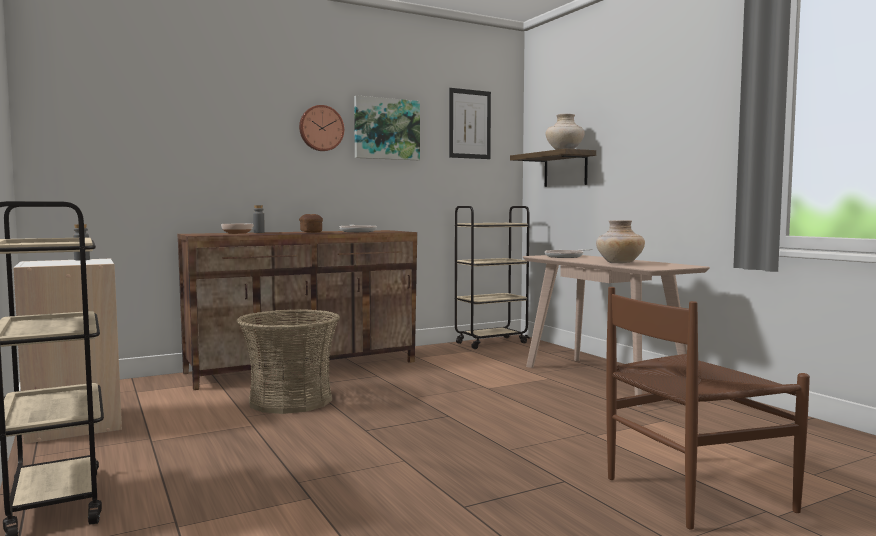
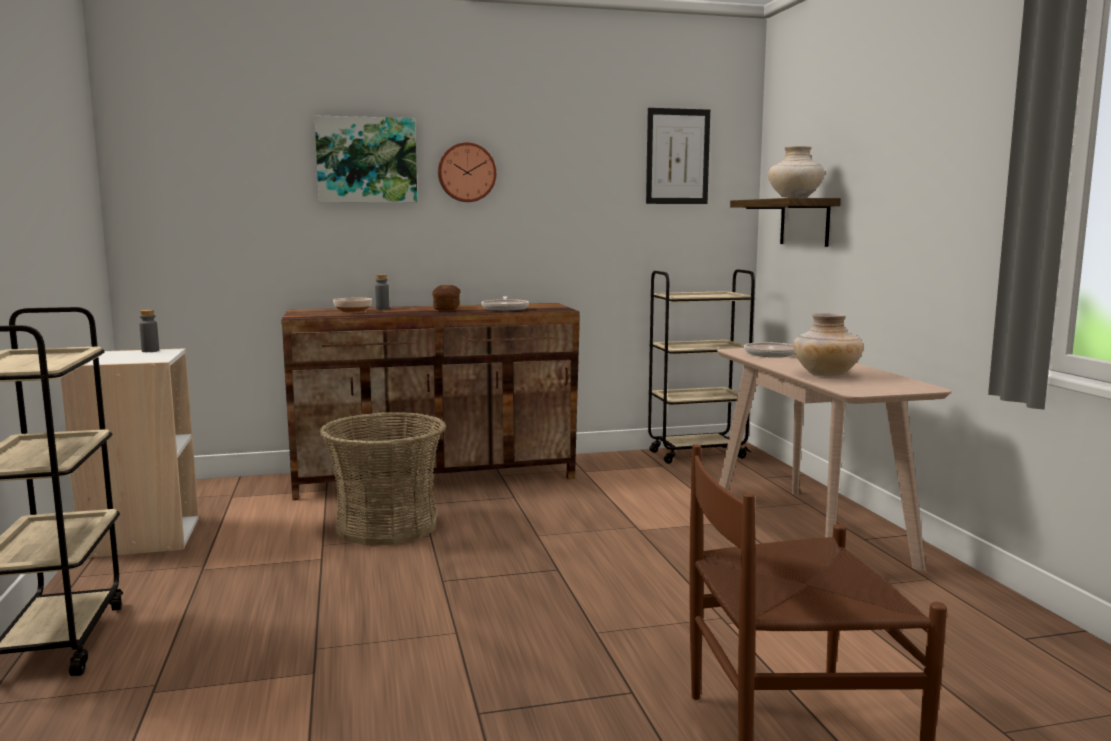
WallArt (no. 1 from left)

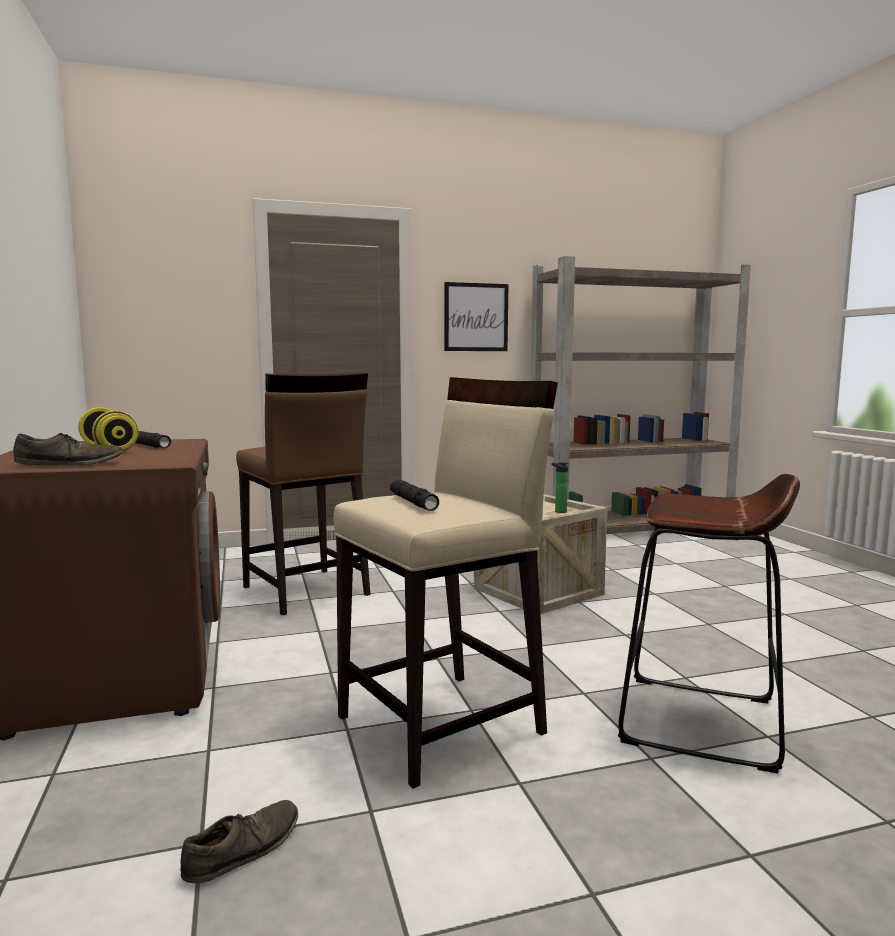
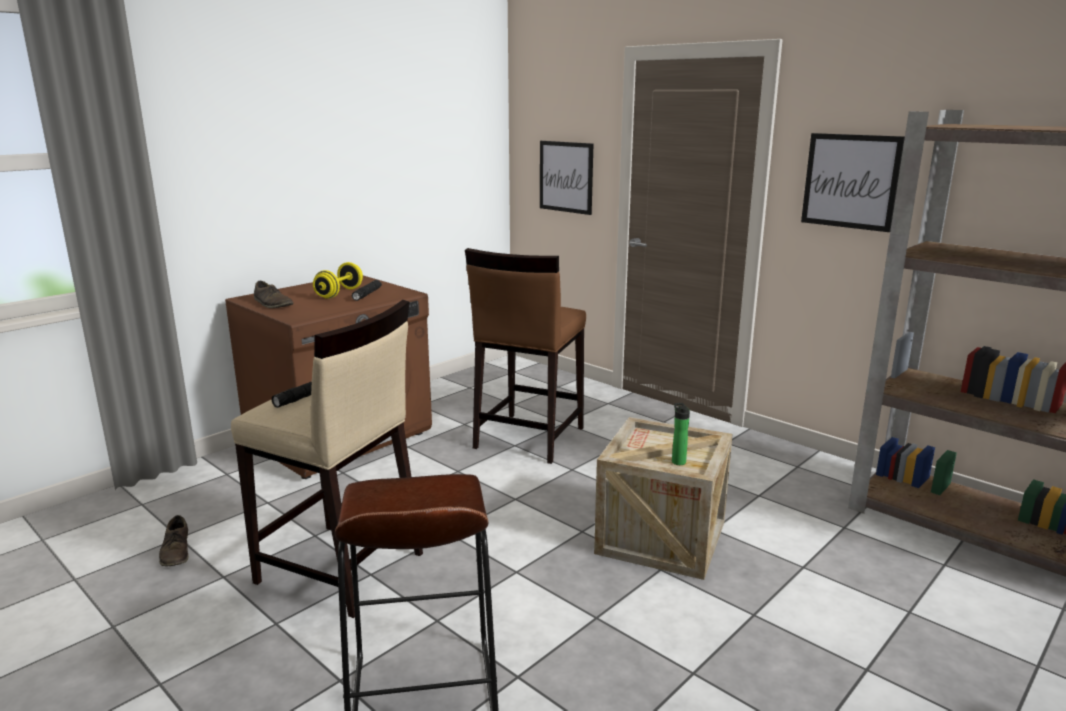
BrownItemOfFootwear (no. 1 from left)
WallArt (no. 1 from left)

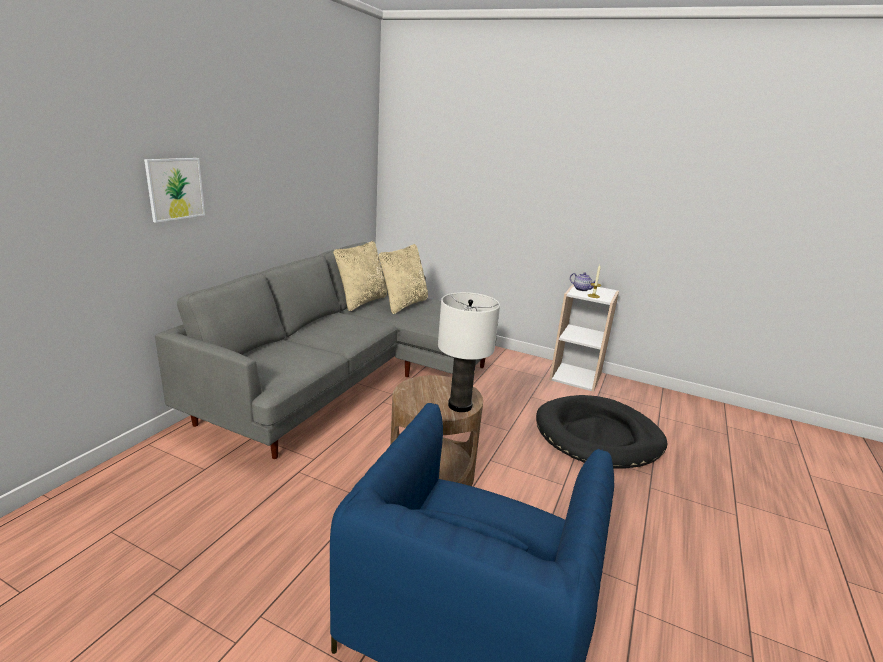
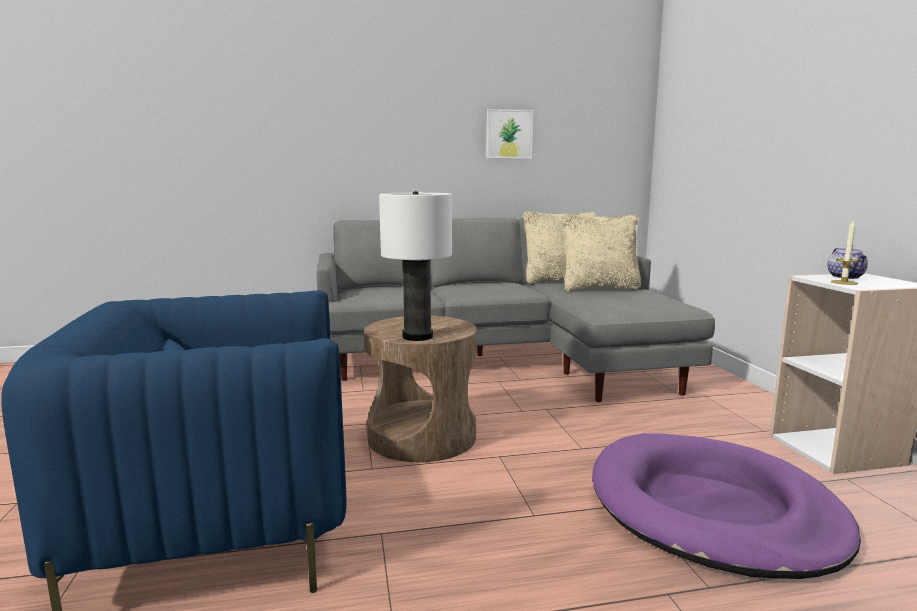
WallArt
PurplishDogCushion

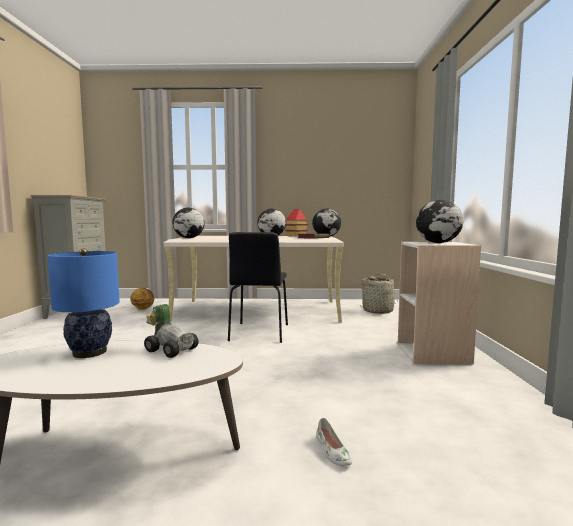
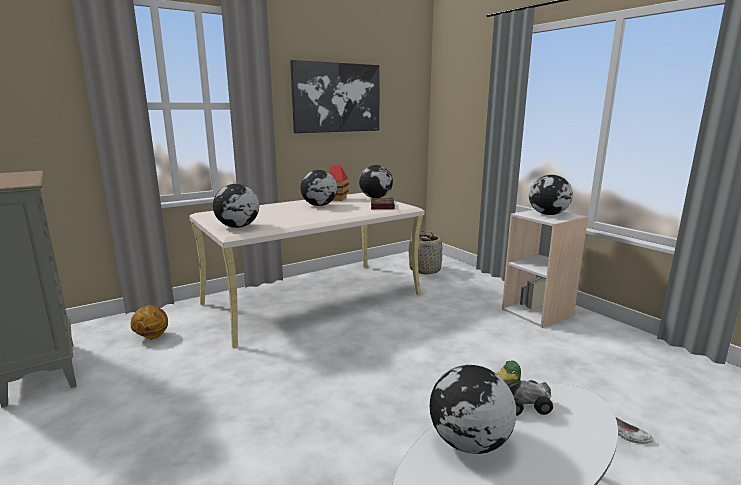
WorldGlobe (no. 4 from left)
BlackUprightChair
WallArt

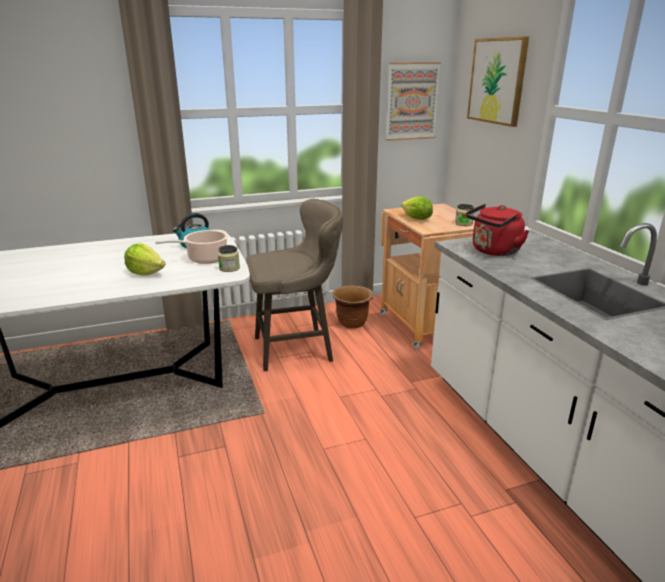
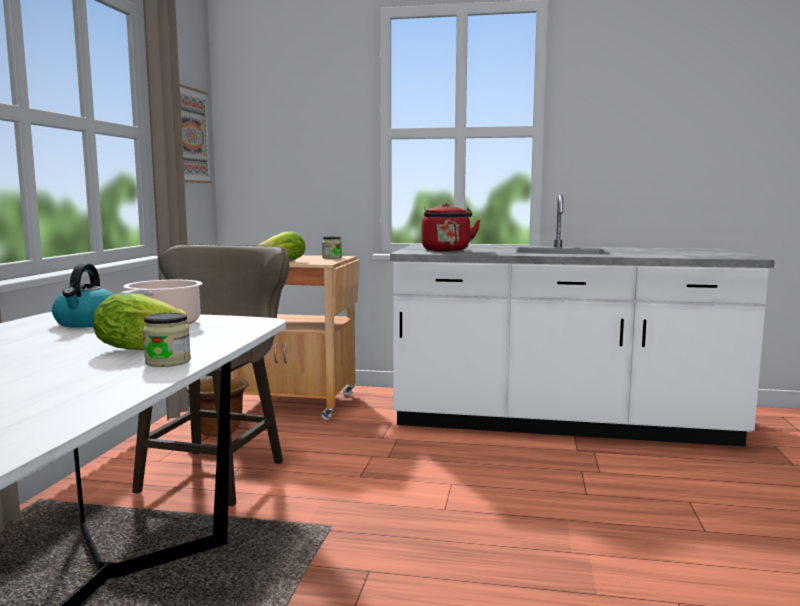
StorageJar (no. 1 from left)
WallArt (no. 2 from left in the first image)

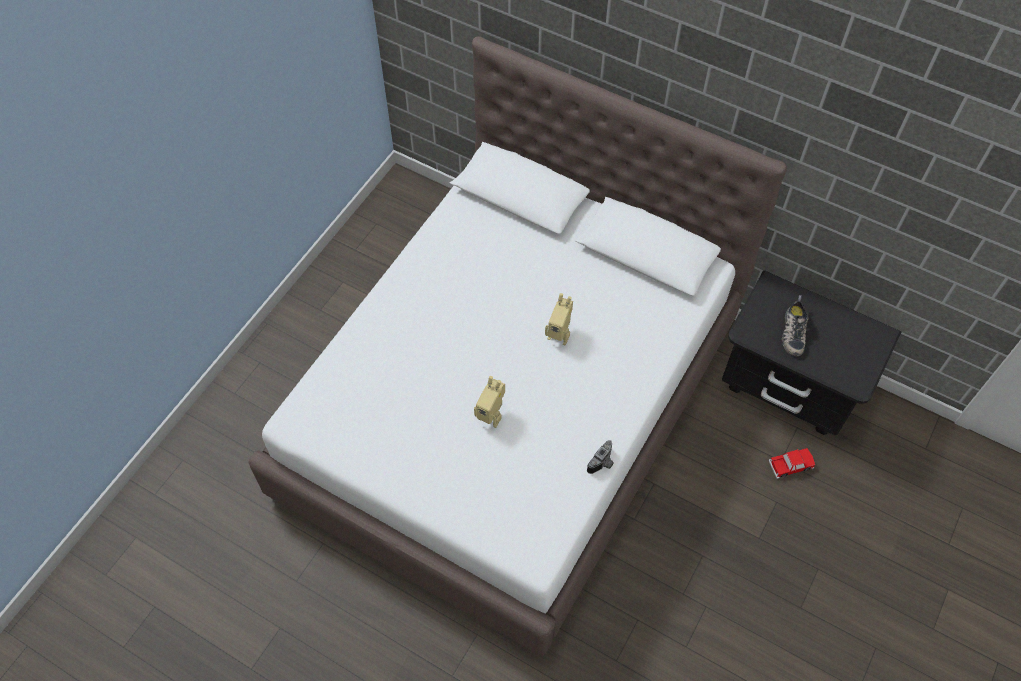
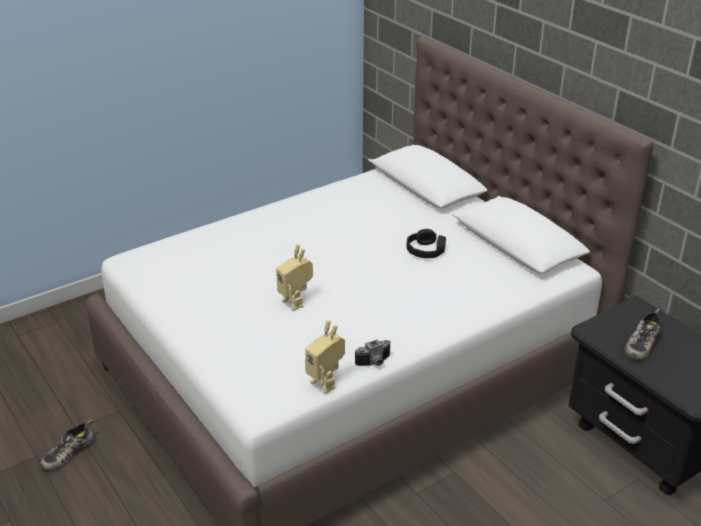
RobotFigure (no. 2 from left)
ModelCar
ItemOfFootwear (no. 1 from left)
BlackPairOfHeadphones

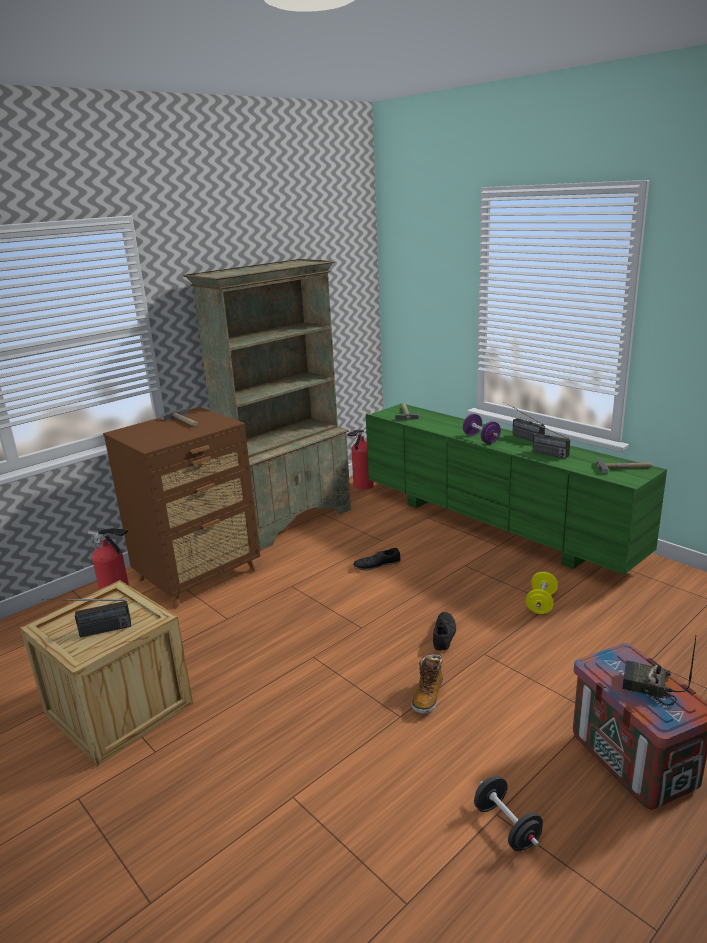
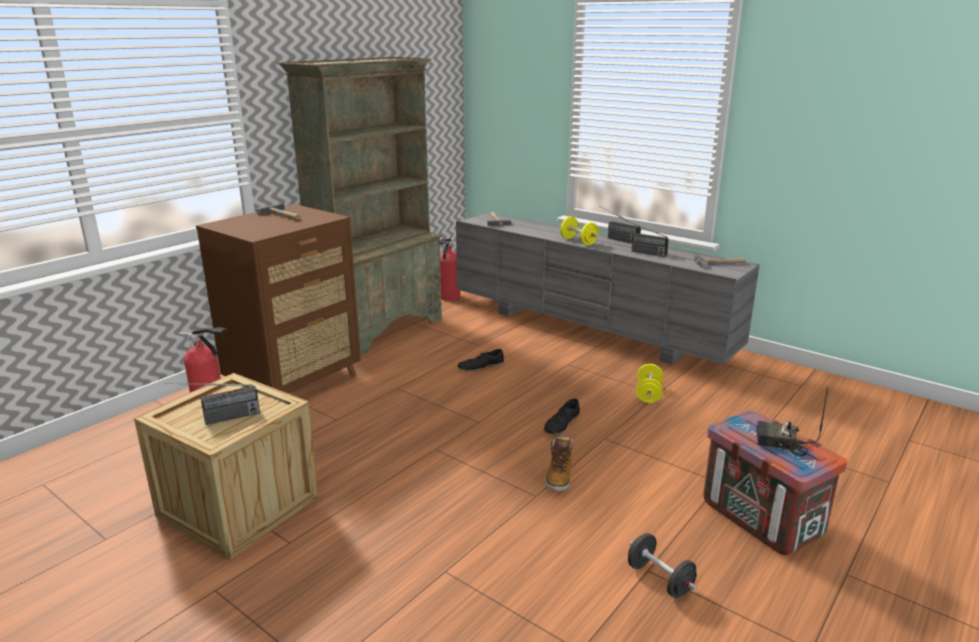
GreyishCupboard
BlackItemOfFootwear (no. 2 from left)
YellowHandWeight (no. 1 from left)

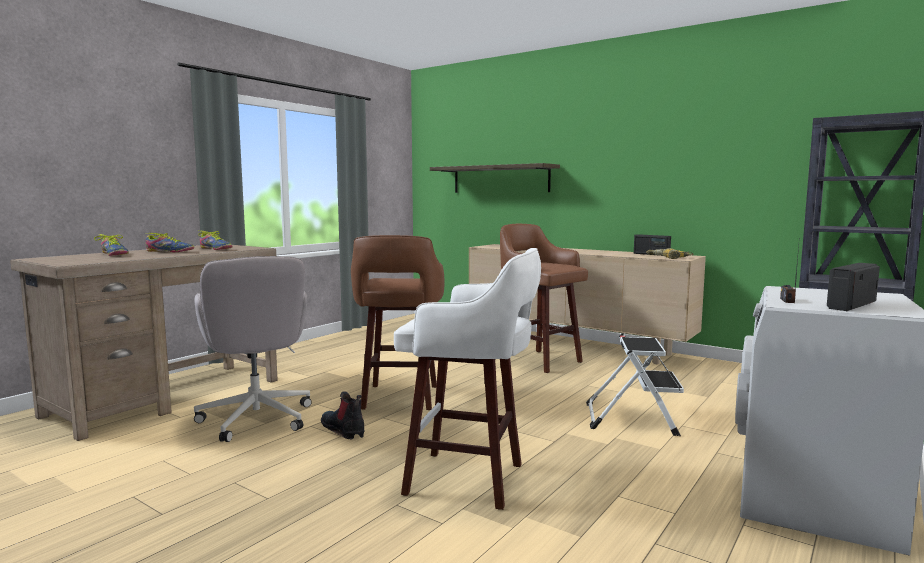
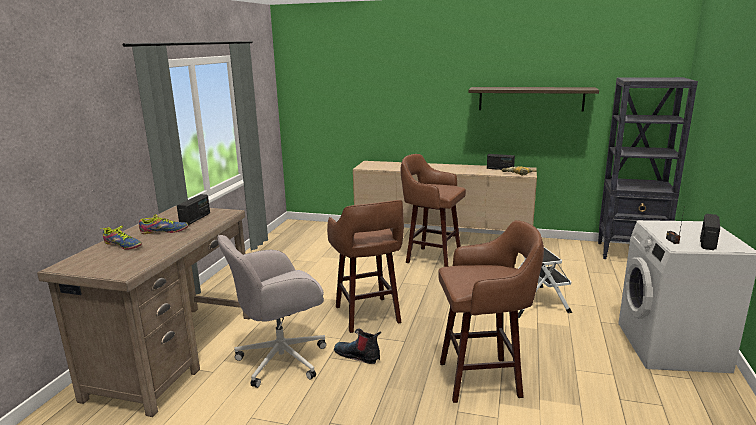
GreyishDeskChair
RadioSet (no. 1 from left)
BrownStool (no. 3 from left)
Shelf

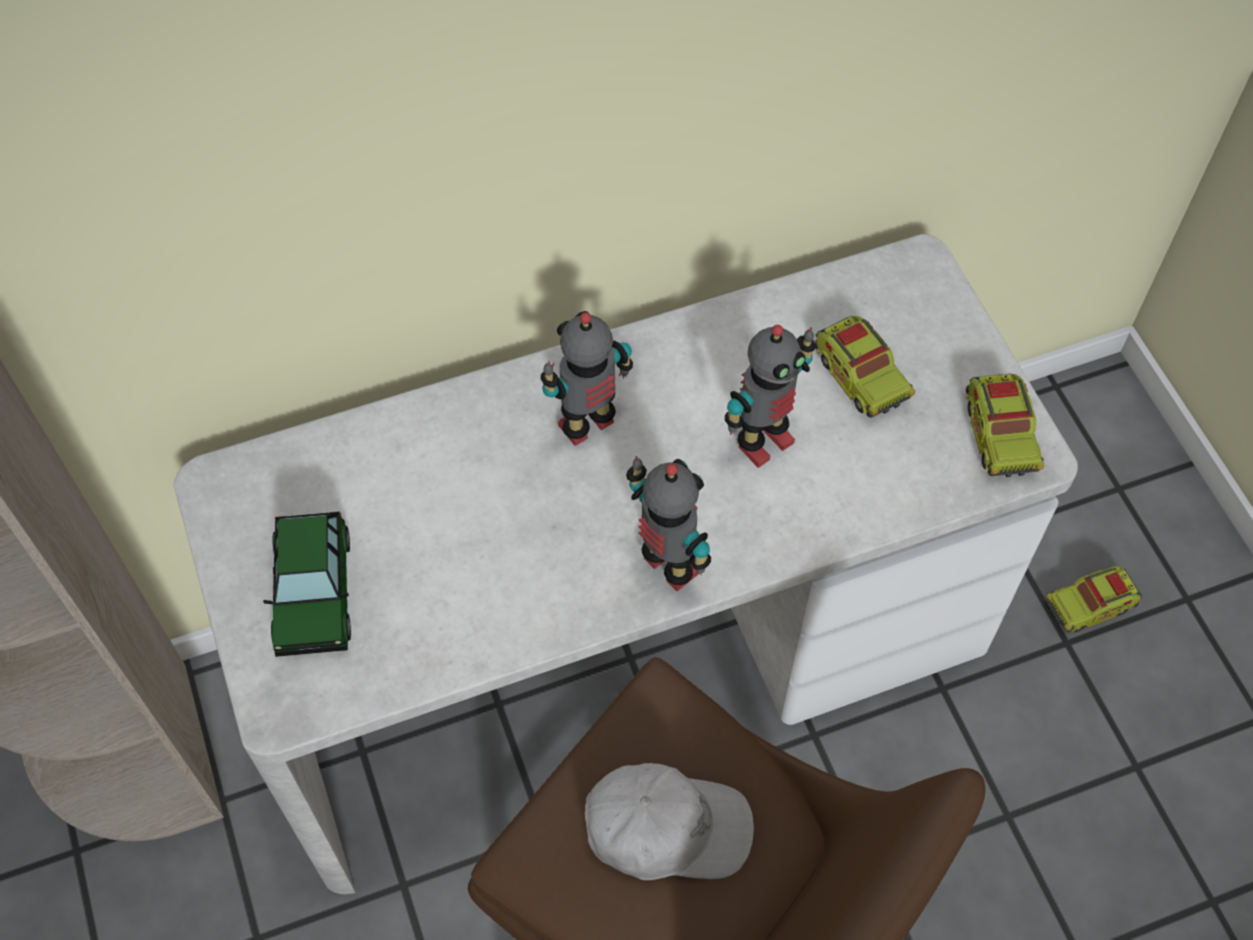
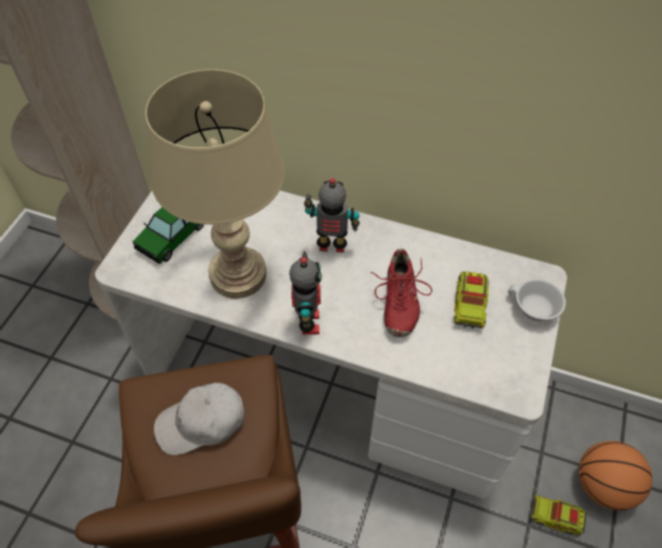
WhitishCap
ReddishItemOfFootwear
ModelTruck (no. 2 from left in the first image)
BeigeColouredTabletopLamp
WhitishDrinkingCup
Basketball

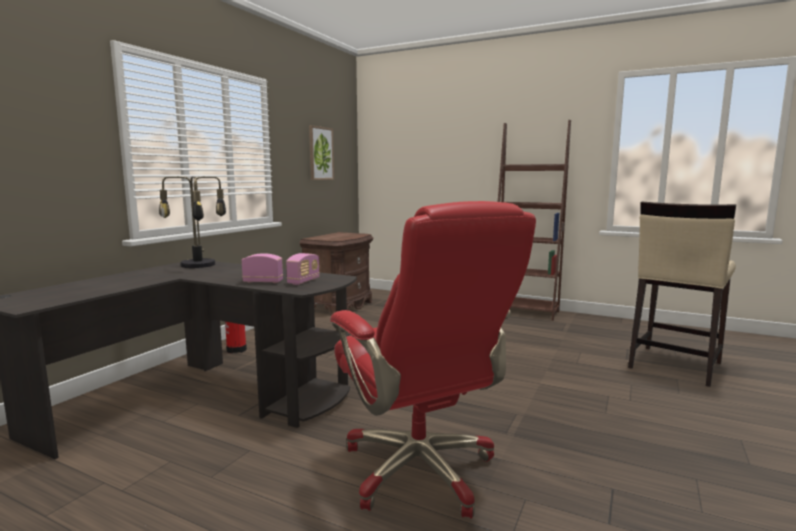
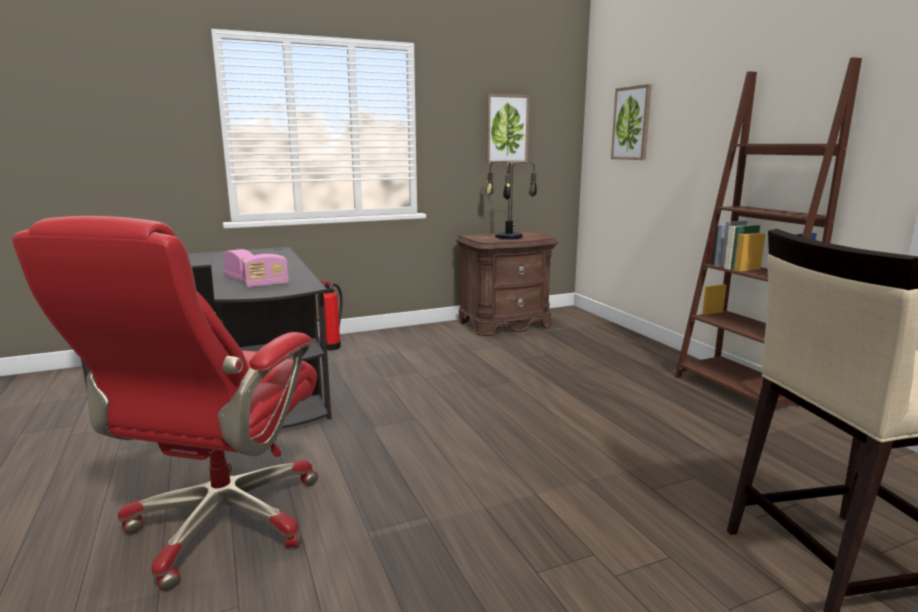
TabletopLamp
WallArt (no. 2 from left)

